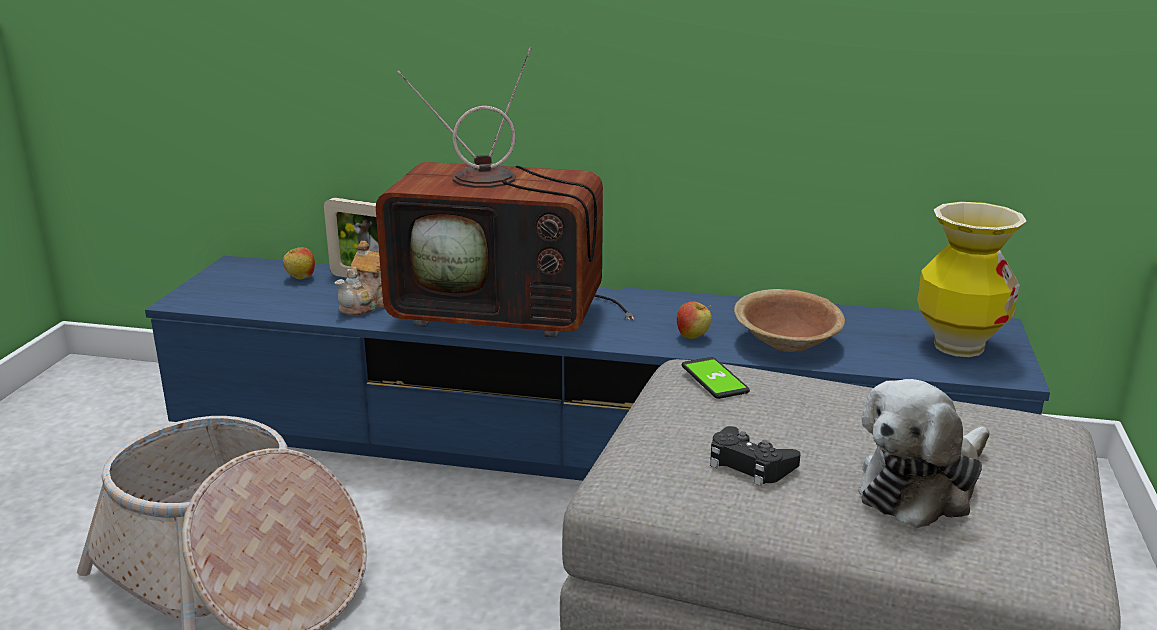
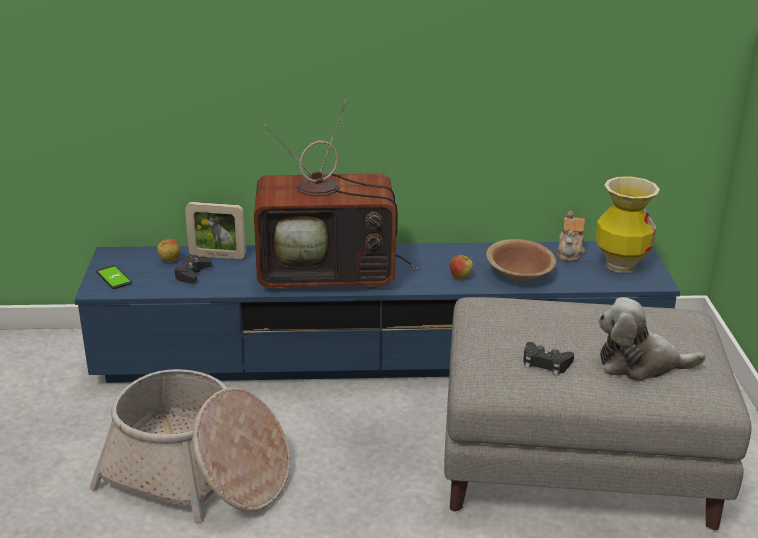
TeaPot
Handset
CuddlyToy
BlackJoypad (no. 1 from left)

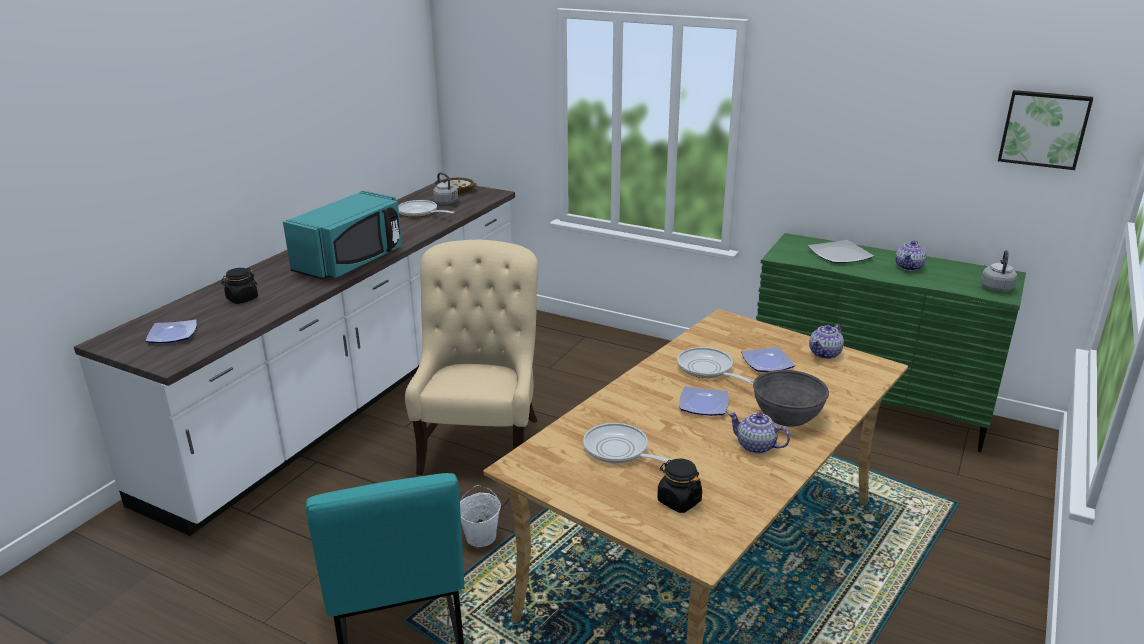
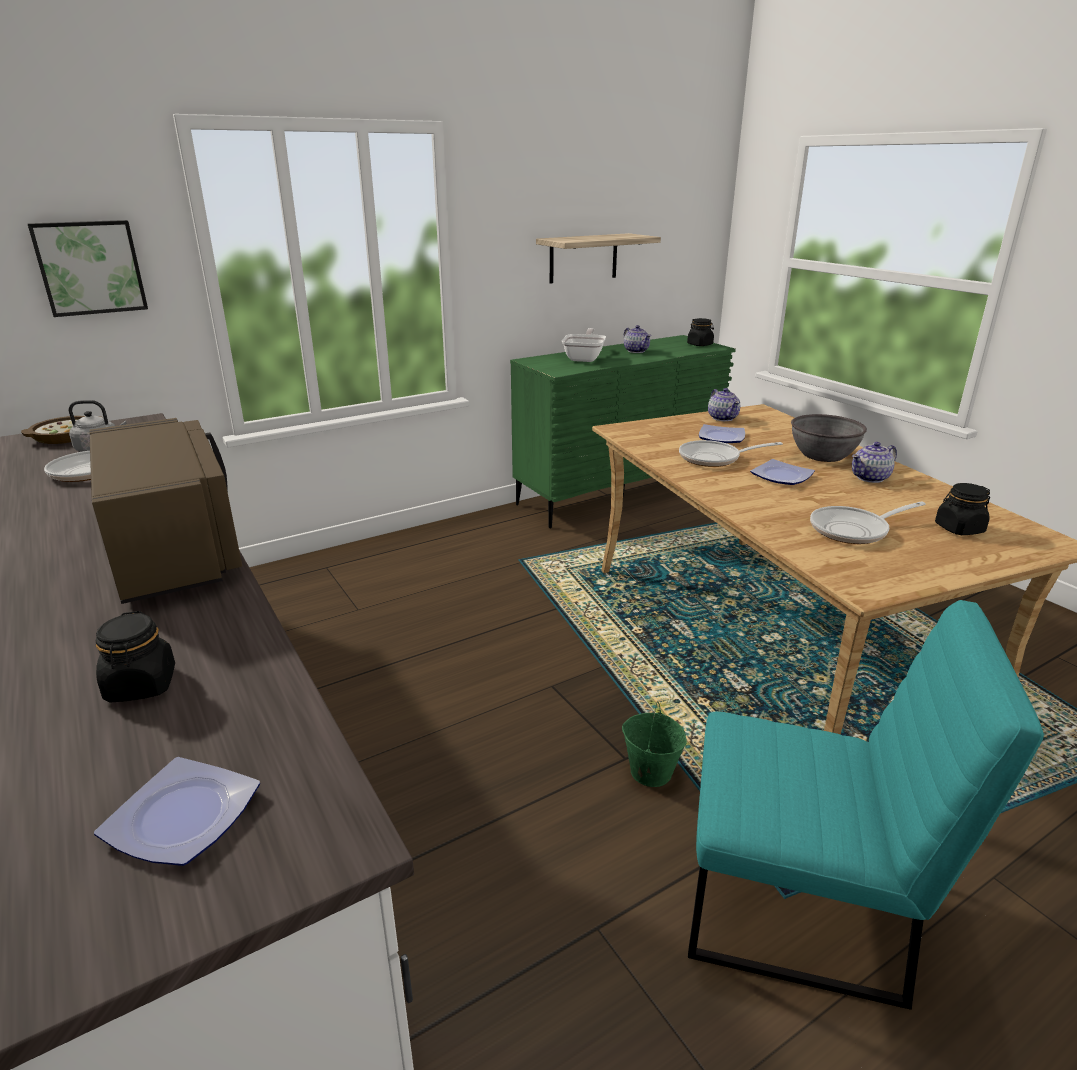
BrownKitchenMicrowave
BeigeColouredUprightChair
GreenishPail
Pan (no. 2 from left)
BlackStorageJar (no. 2 from left)
WallArt
Shelf

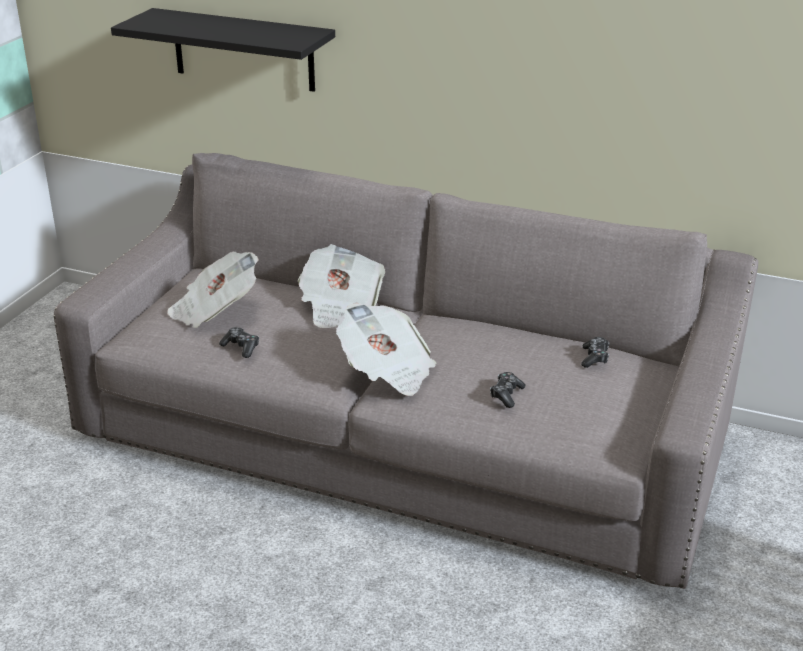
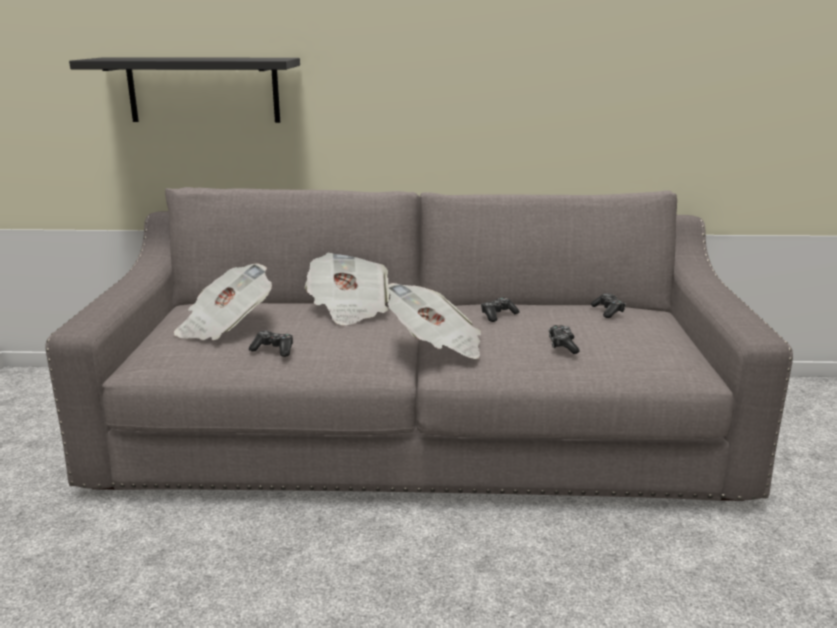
Joypad (no. 2 from left)

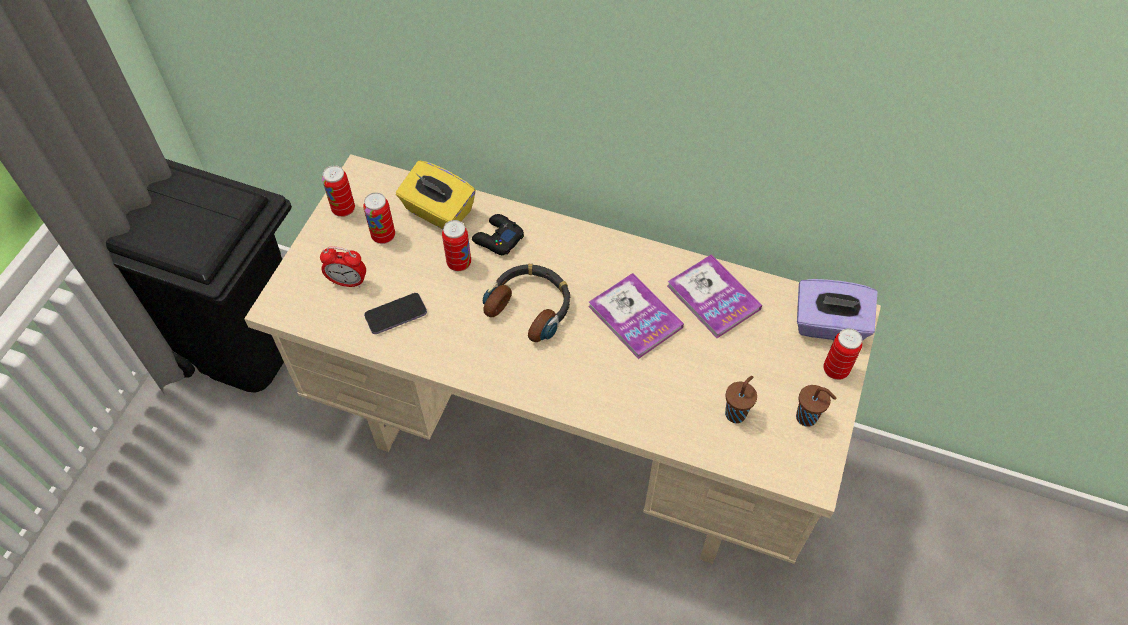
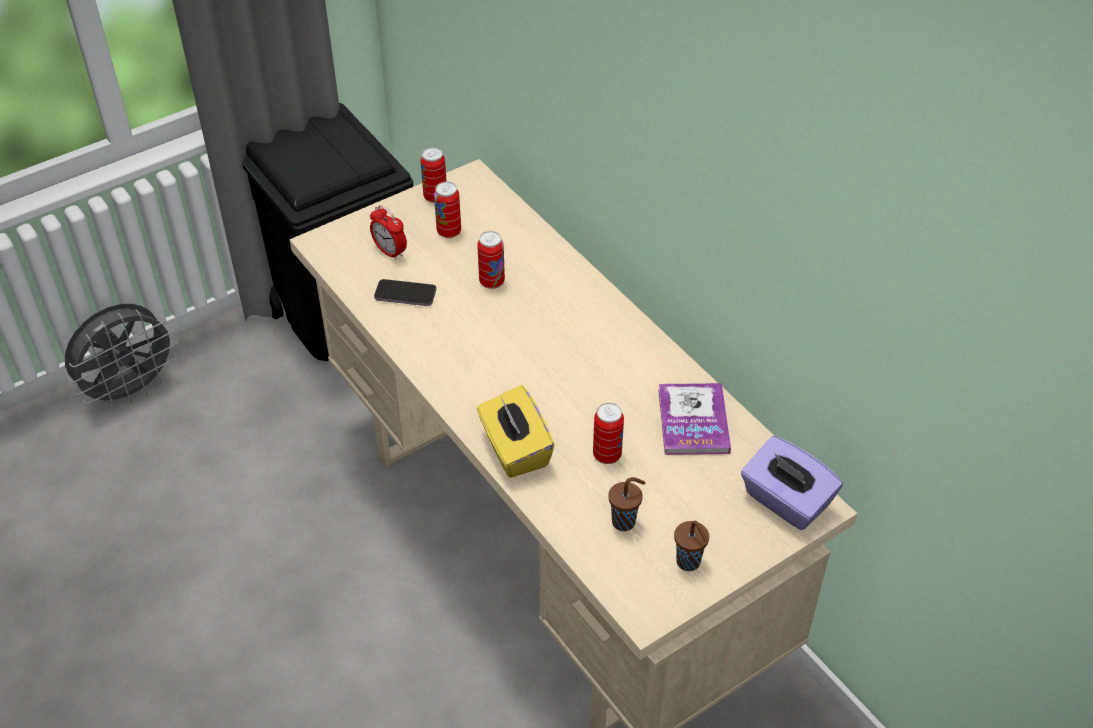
YellowBoxOfTissues
BlackJoypad
PairOfHeadphones
Book (no. 1 from left in the first image)
SealedCan (no. 4 from left)
GreyishFan

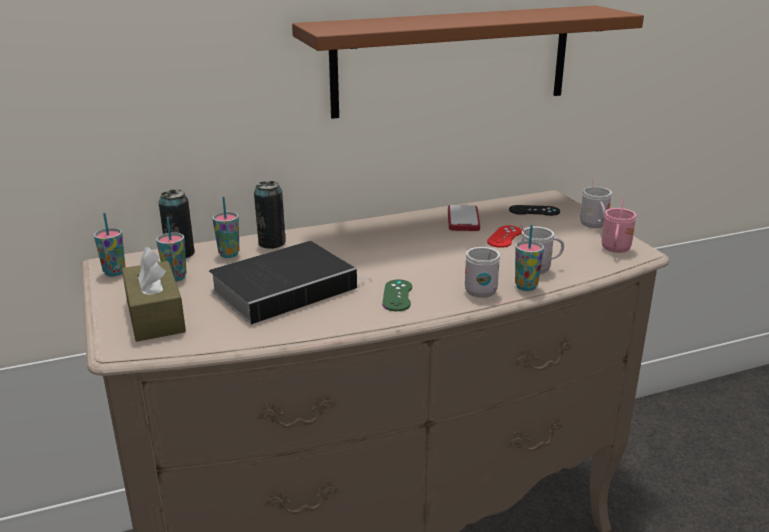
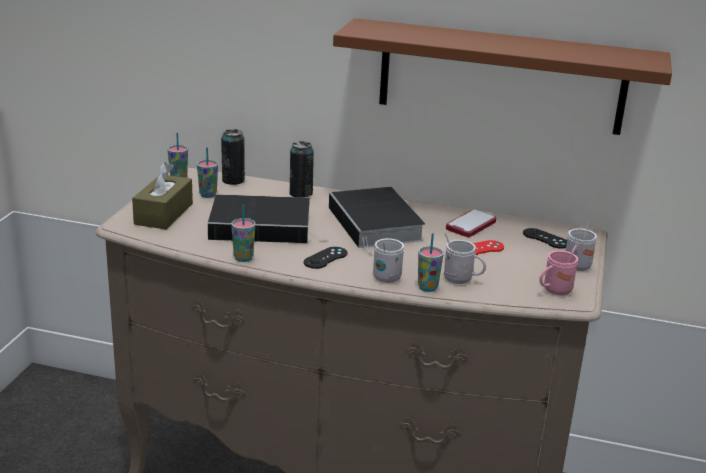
DrinkingCup (no. 3 from left)
BlackJoypad (no. 1 from left)
Book (no. 2 from left)

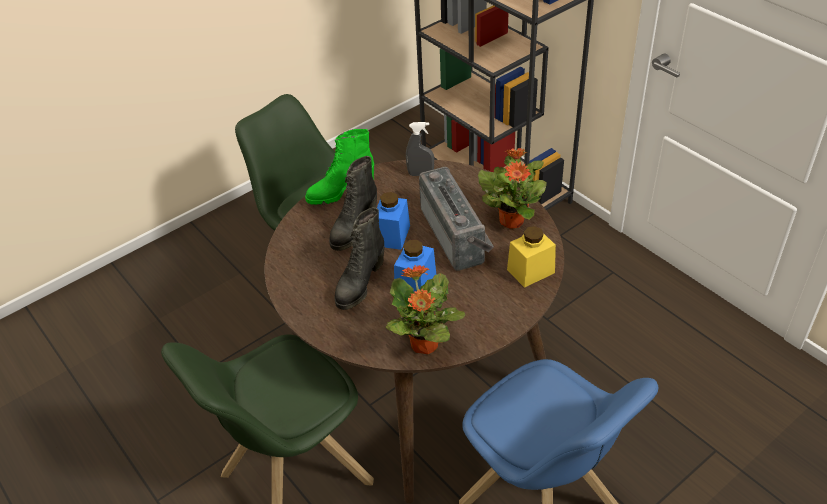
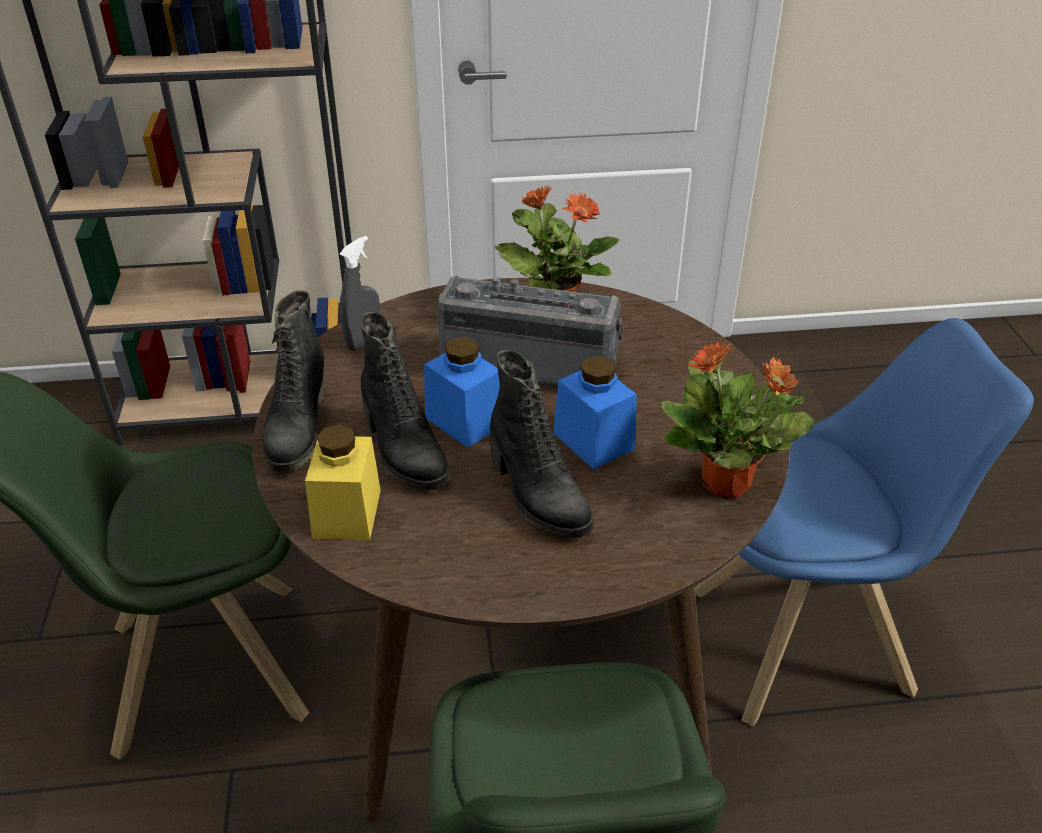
BlackTallBoot (no. 1 from left)
YellowStorageJar

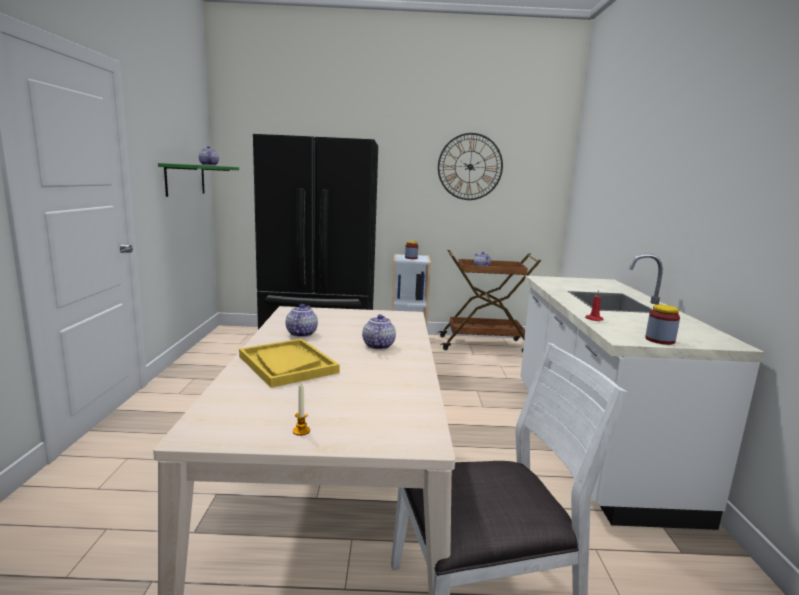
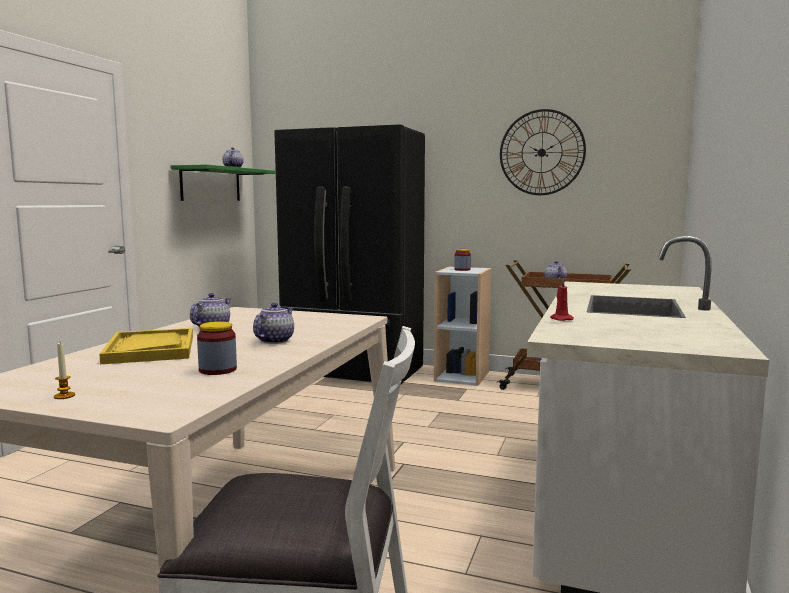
StorageJar (no. 1 from left)

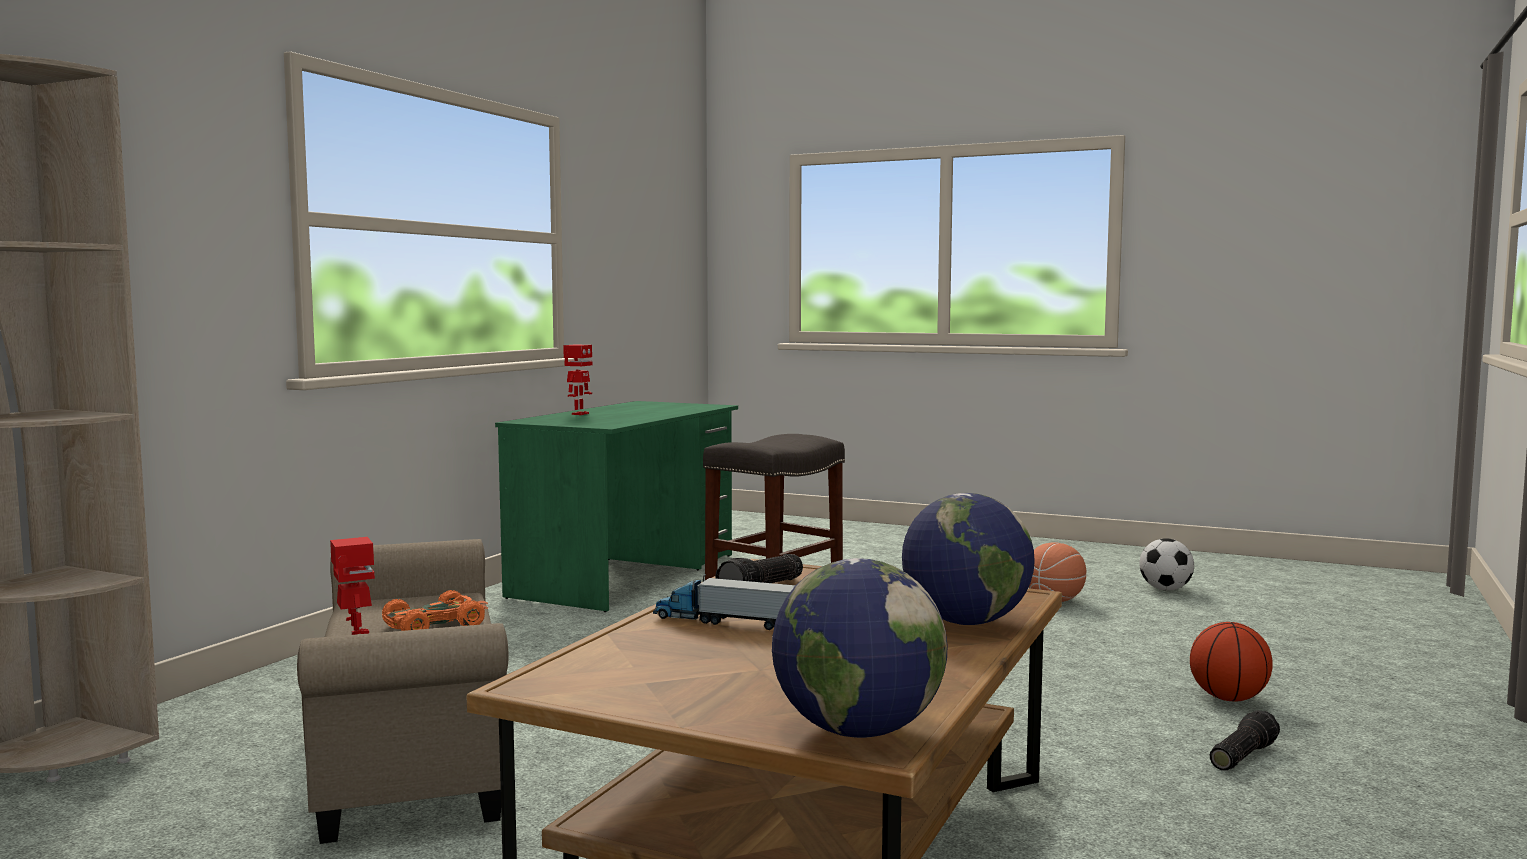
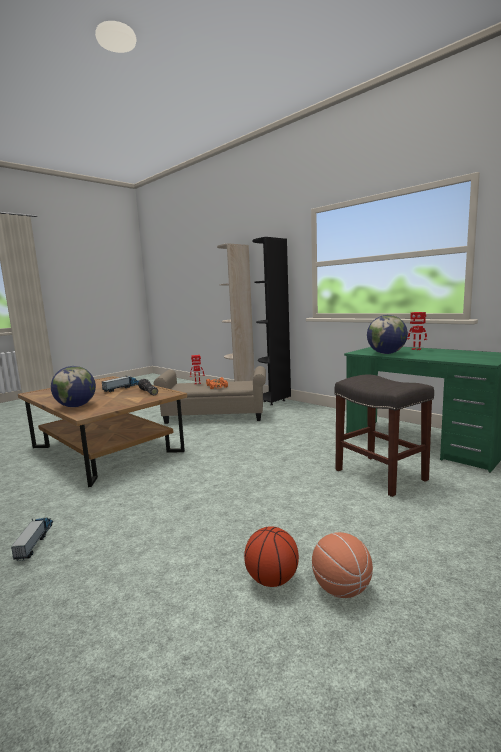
WorldGlobe (no. 2 from left)
Football
Basketball (no. 1 from left)
ModelTruck (no. 1 from left)
BlackBookcase

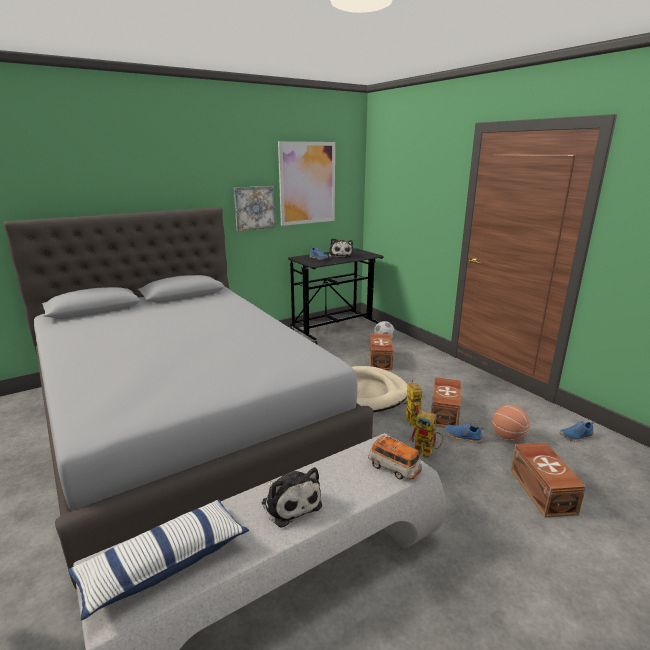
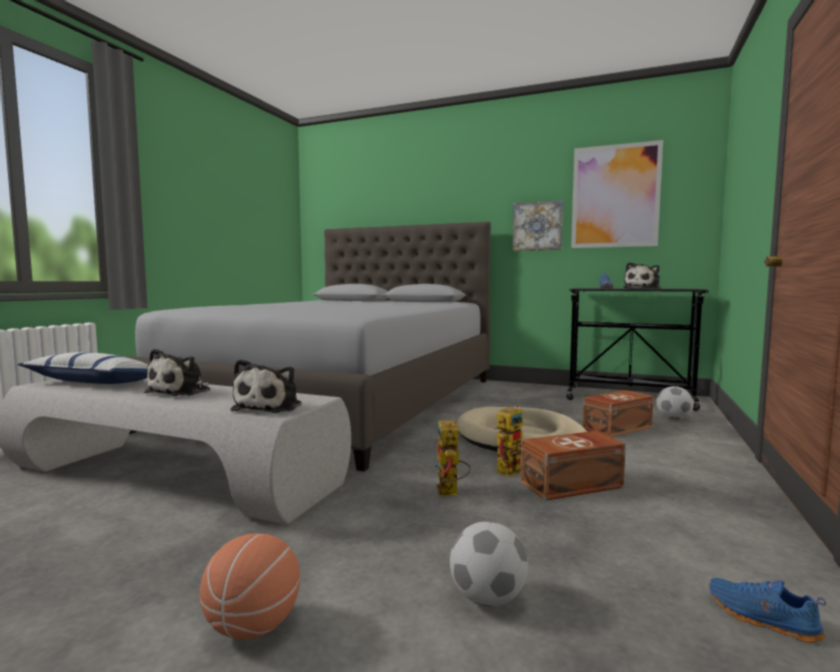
CuddlyToy (no. 2 from left)
BlueColouredItemOfFootwear (no. 2 from left in the first image)
Basketball
Football (no. 1 from left)

